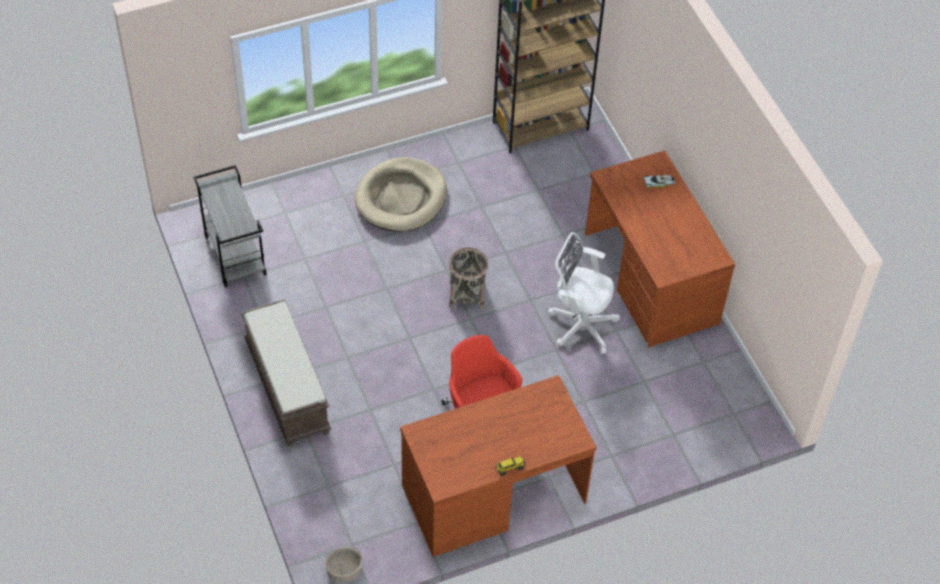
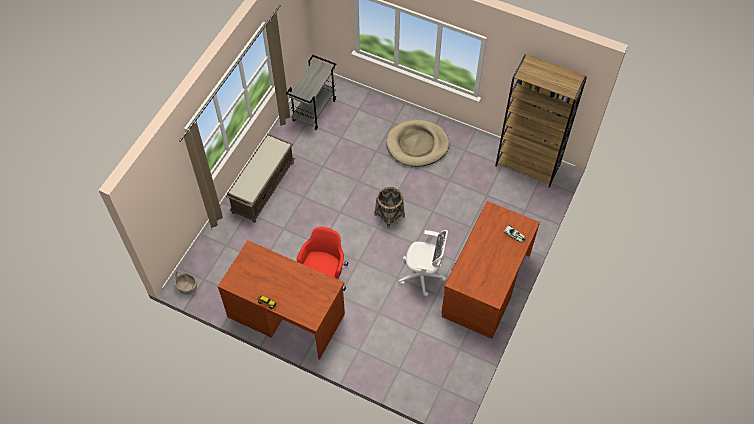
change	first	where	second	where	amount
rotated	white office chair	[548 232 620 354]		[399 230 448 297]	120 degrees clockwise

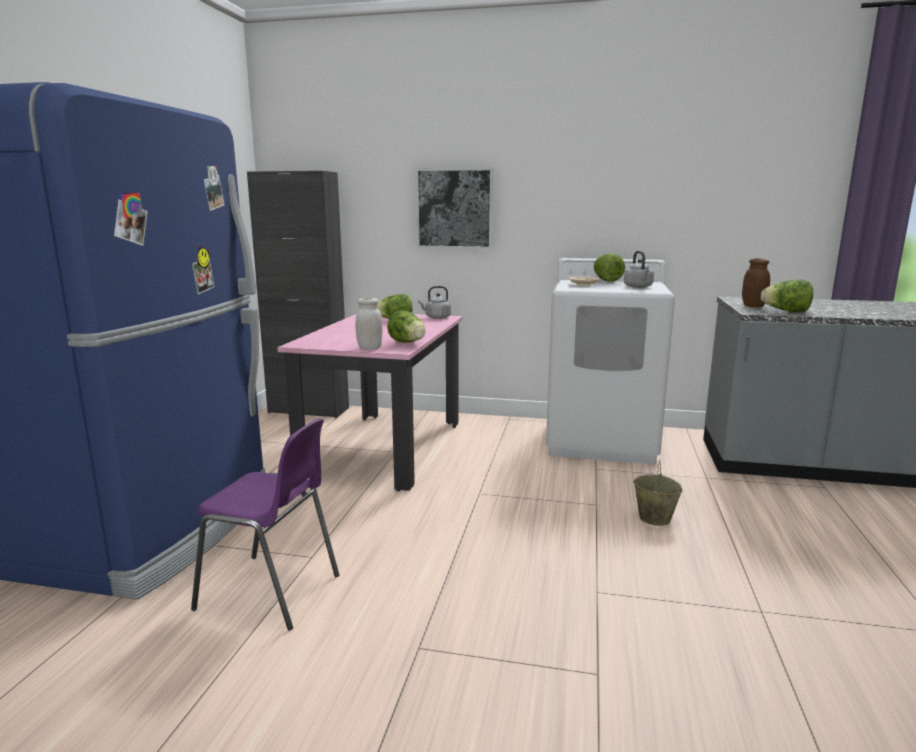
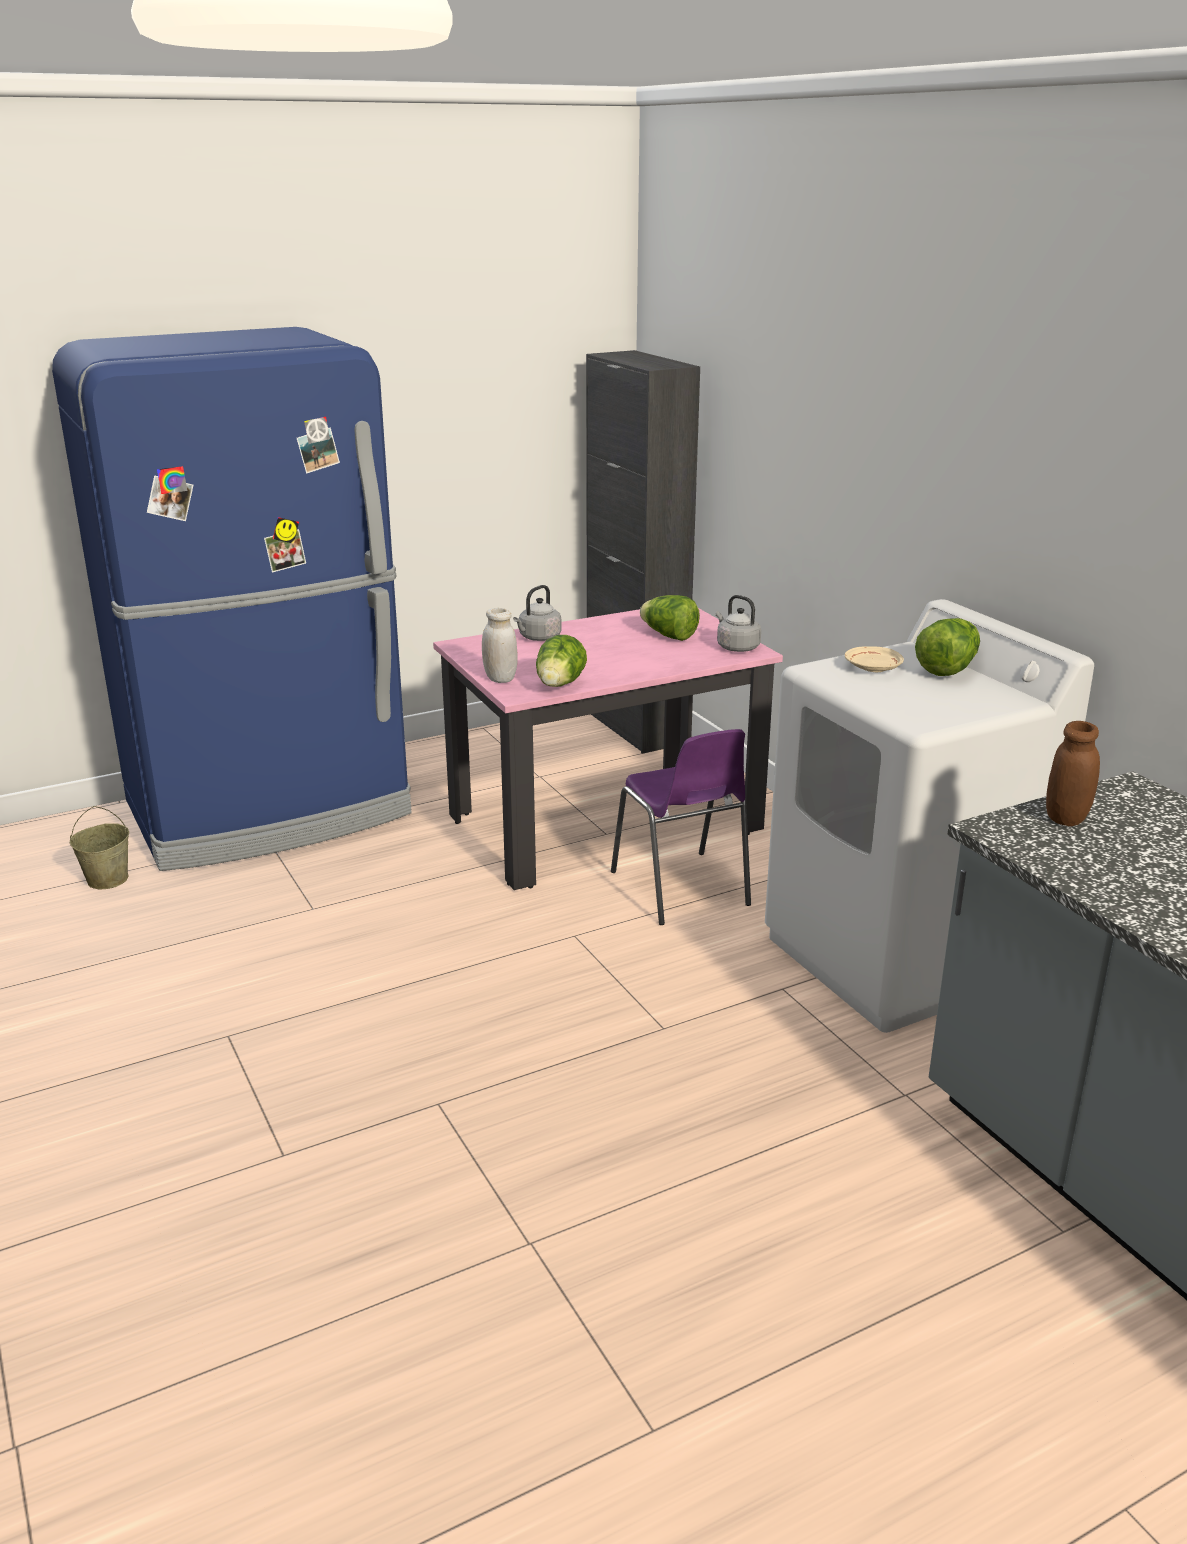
change	first	where	second	where	amount
shifted	sand-coloured pail	[633 460 683 526]		[70 806 129 889]	
shifted	gray water kettle	[624 251 654 288]		[513 585 562 641]	
shifted	purple-coloured plain chair	[191 418 339 631]		[611 729 751 925]	
gone	wall picture	[415 167 494 249]			
gone	lettuce head	[761 279 813 312]			

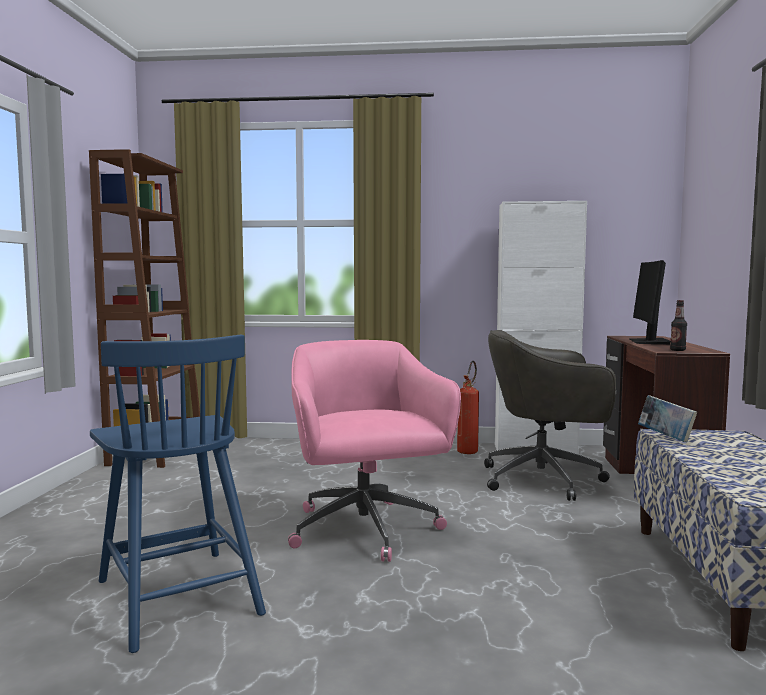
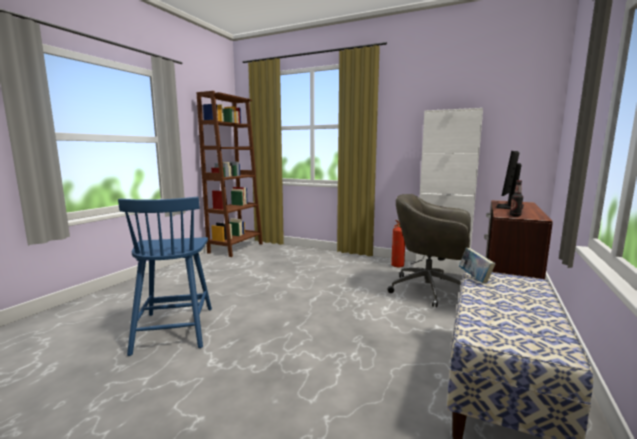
change	first	where	second	where	amount
gone	pink office chair	[288 340 461 562]			

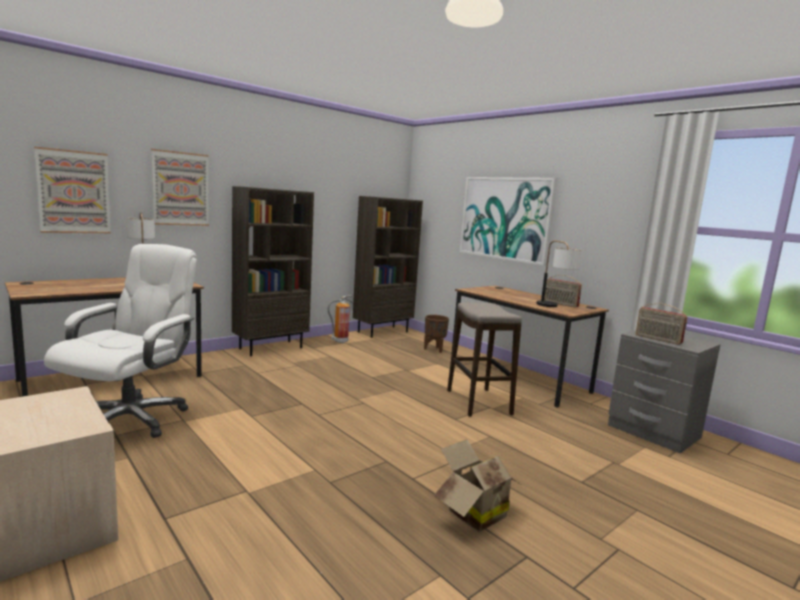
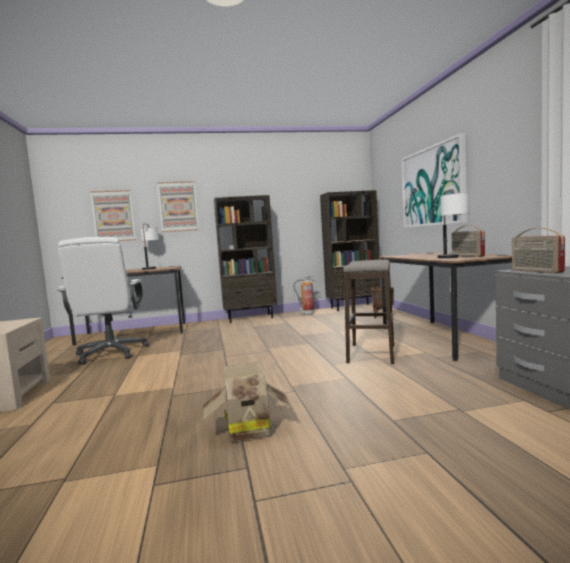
change	first	where	second	where	amount
rotated	white office chair	[44 244 197 438]		[57 237 149 364]	120 degrees clockwise

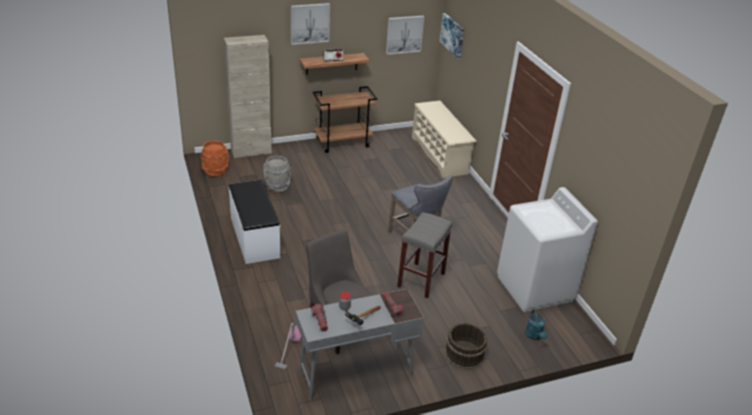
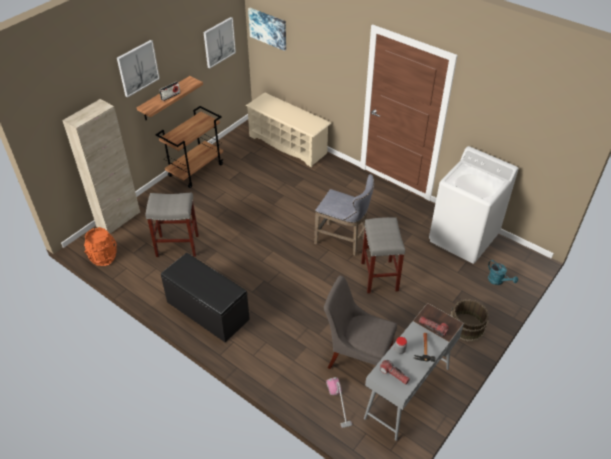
change	first	where	second	where	amount
swapped	gray pail	[263 155 291 192]	gray stool seat	[145 192 199 257]	
repainted	white indoor bench	[229 180 280 264]	black indoor bench	[161 253 250 343]	

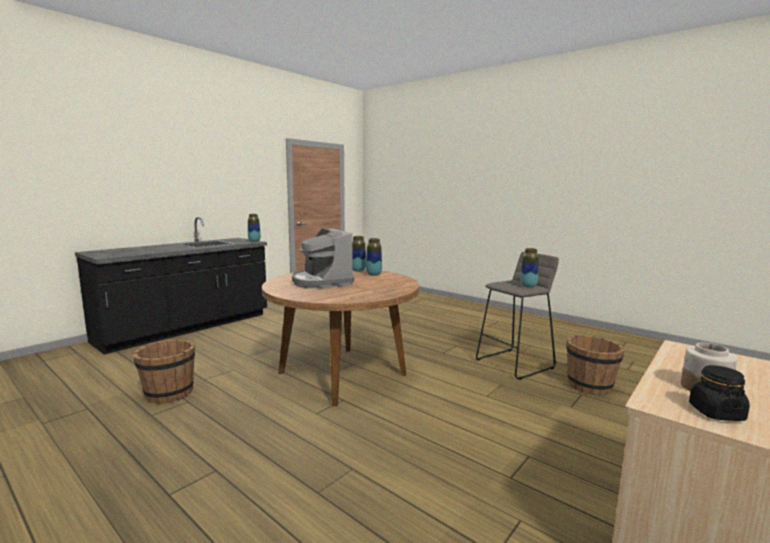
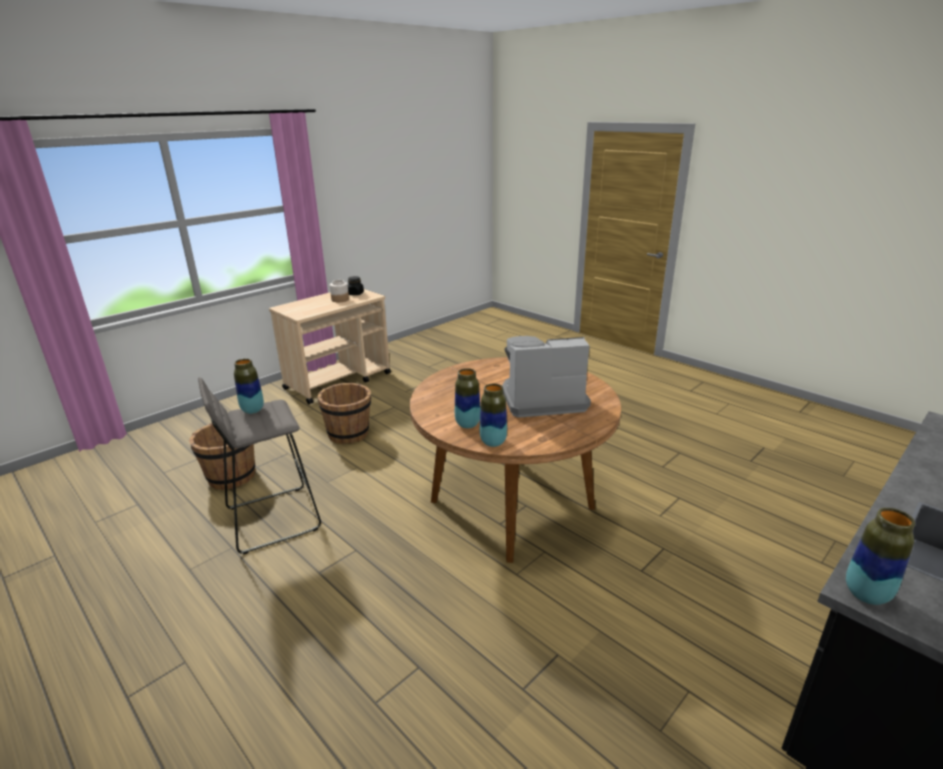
change	first	where	second	where	amount
shifted	brown pail	[133 339 195 404]		[317 383 371 444]	
rotated	coffee maker	[292 228 354 289]		[502 336 591 418]	75 degrees counterclockwise

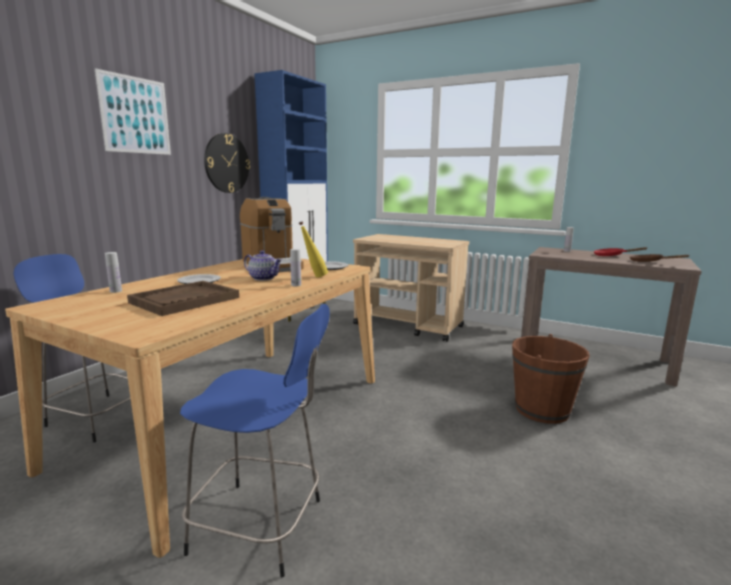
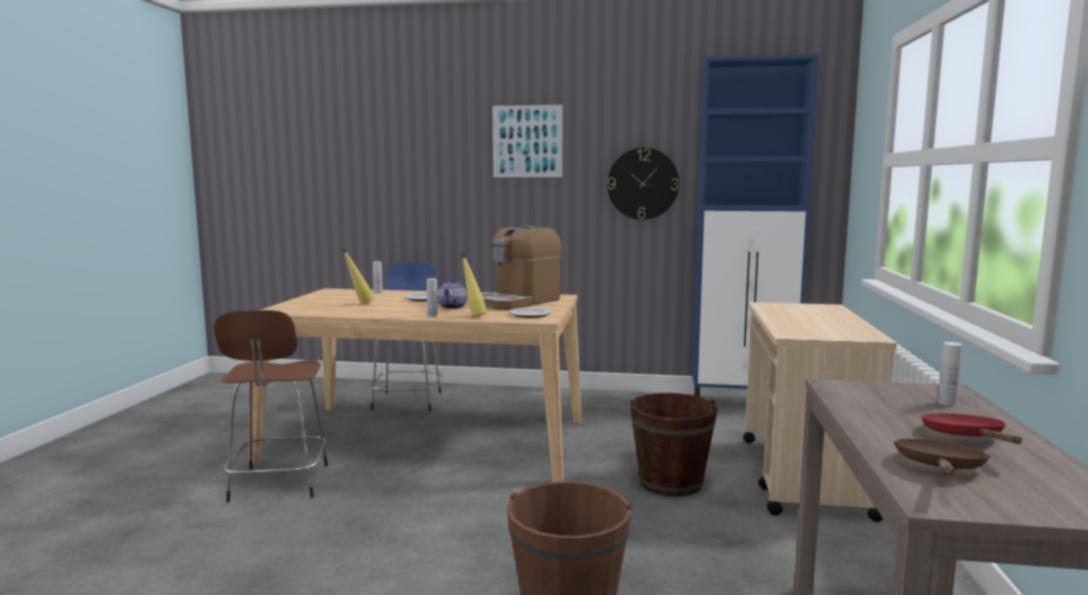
change	first	where	second	where	amount
repainted	blue stool seat	[180 304 330 577]	brown stool seat	[214 310 328 502]	
swapped	brown tray	[127 281 239 316]	yellowish drink bottle	[342 248 375 305]	
new			brown pail	[630 393 717 497]	

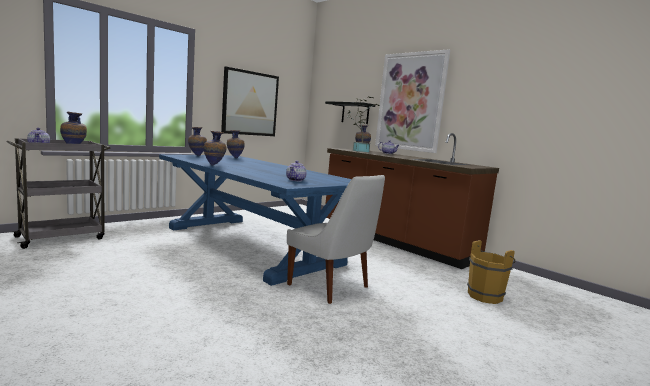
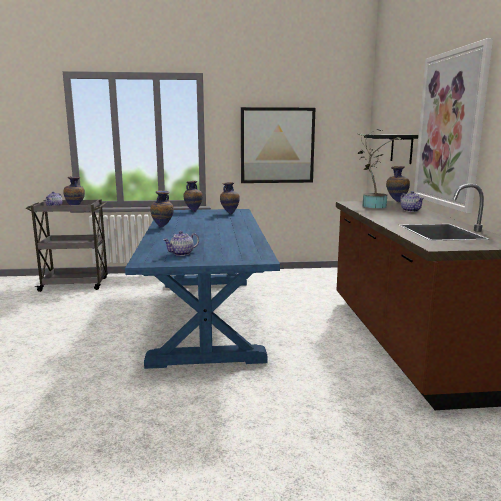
change	first	where	second	where	amount
gone	white plain chair	[287 175 385 304]			
gone	brown pail	[467 240 516 304]			

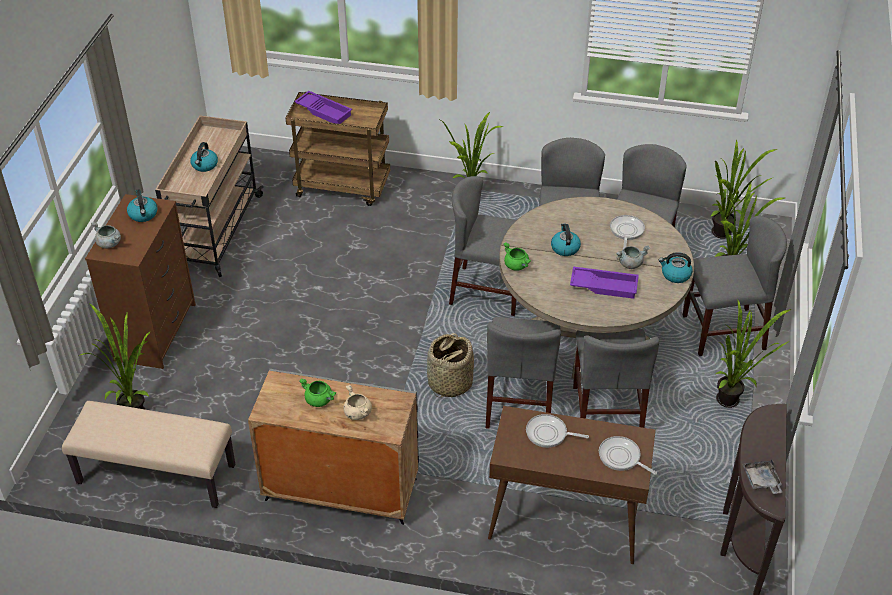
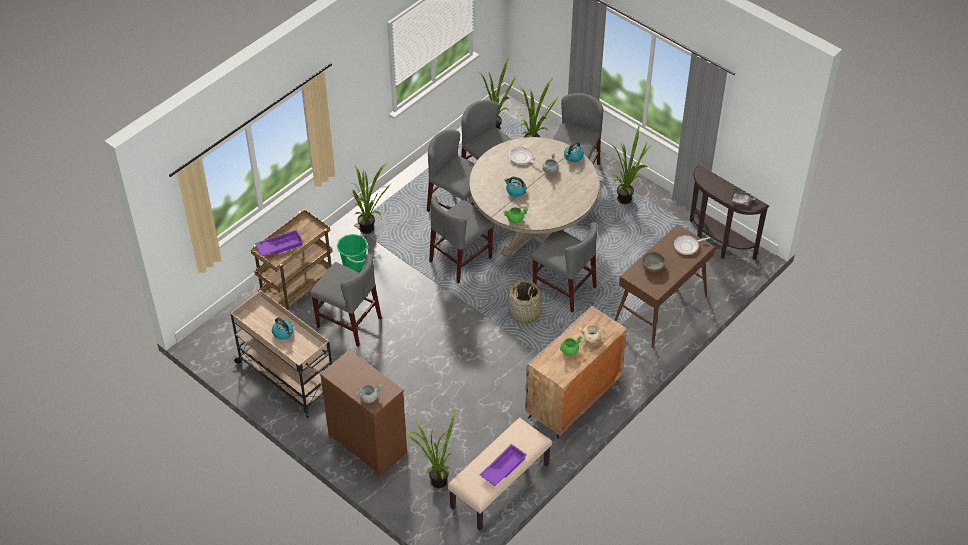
change	first	where	second	where	amount
shifted	gray plain chair	[573 329 659 428]		[310 254 382 347]	
new			green pail	[337 234 368 271]	
shifted	purple-coloured tray	[570 267 639 299]		[480 444 527 486]	
swapped	frying pan	[526 414 589 448]	gray deep dish	[642 252 665 272]	
gone	water kettle	[127 189 157 222]			

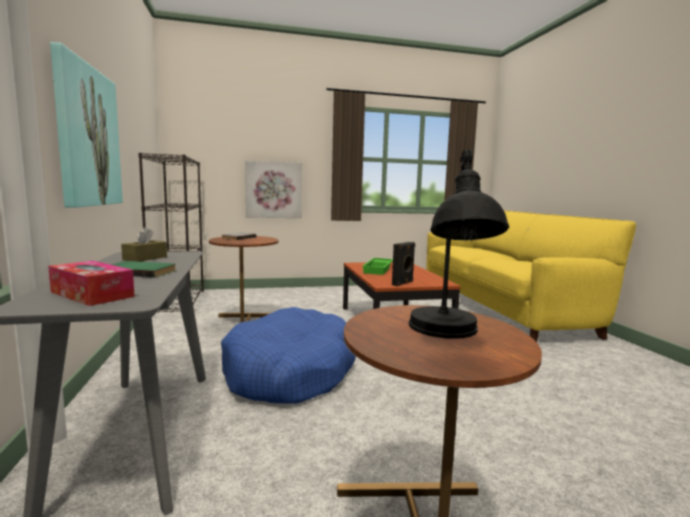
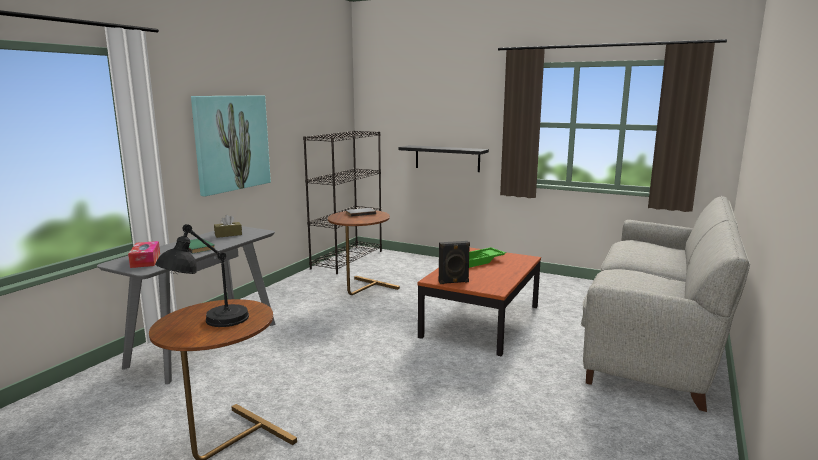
change	first	where	second	where	amount
swapped	wall picture	[245 160 302 218]	black bracket shelf	[399 145 489 172]	
repainted	yellowish settee	[426 211 636 342]	gray settee	[581 196 750 412]	
gone	blue pet bed	[221 307 356 403]			

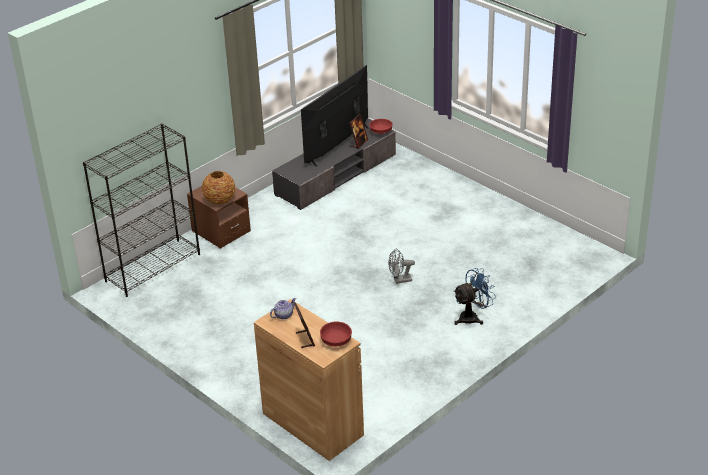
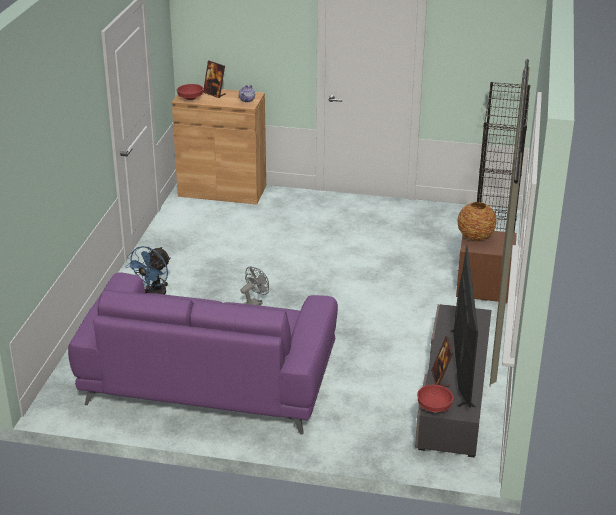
change	first	where	second	where	amount
new			purple-coloured settee	[68 272 338 434]	

